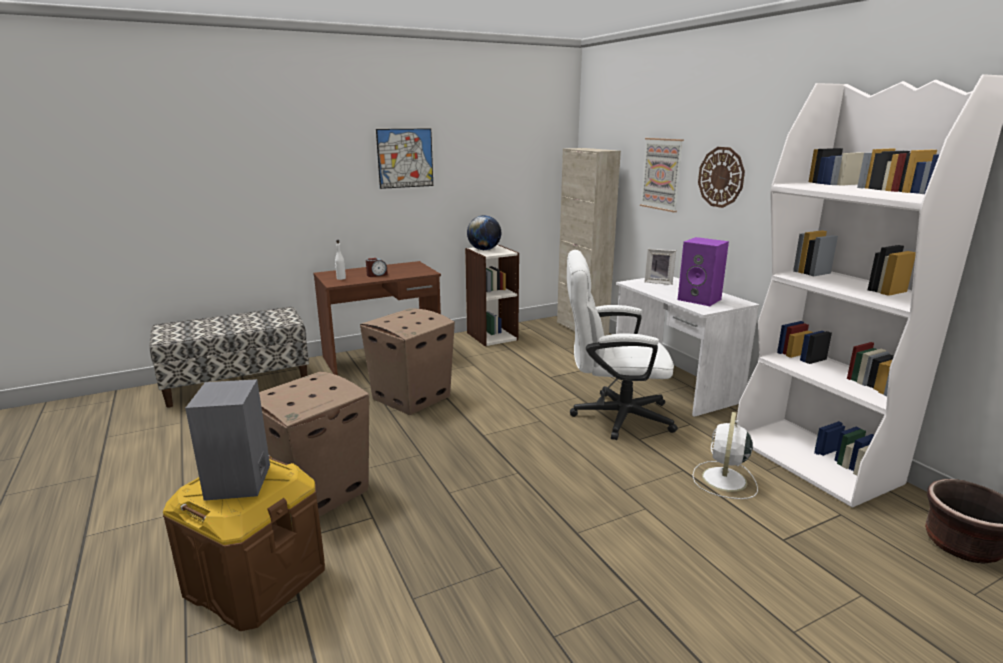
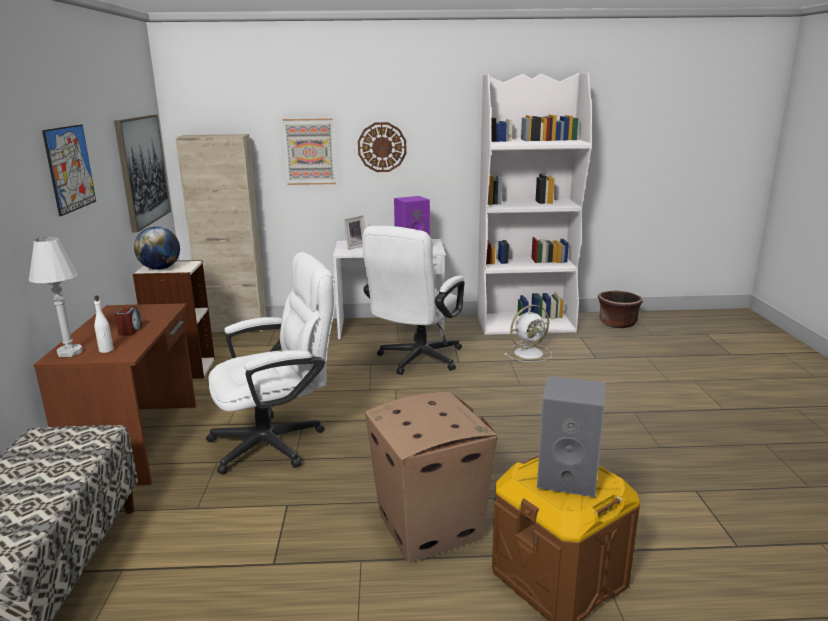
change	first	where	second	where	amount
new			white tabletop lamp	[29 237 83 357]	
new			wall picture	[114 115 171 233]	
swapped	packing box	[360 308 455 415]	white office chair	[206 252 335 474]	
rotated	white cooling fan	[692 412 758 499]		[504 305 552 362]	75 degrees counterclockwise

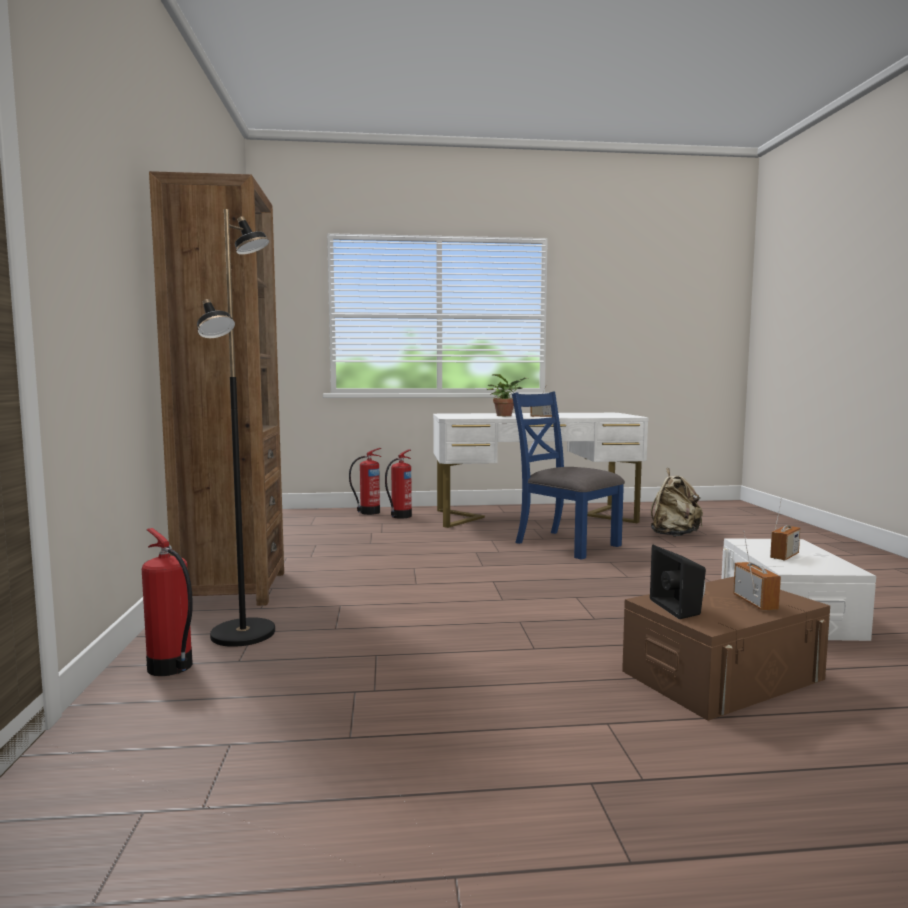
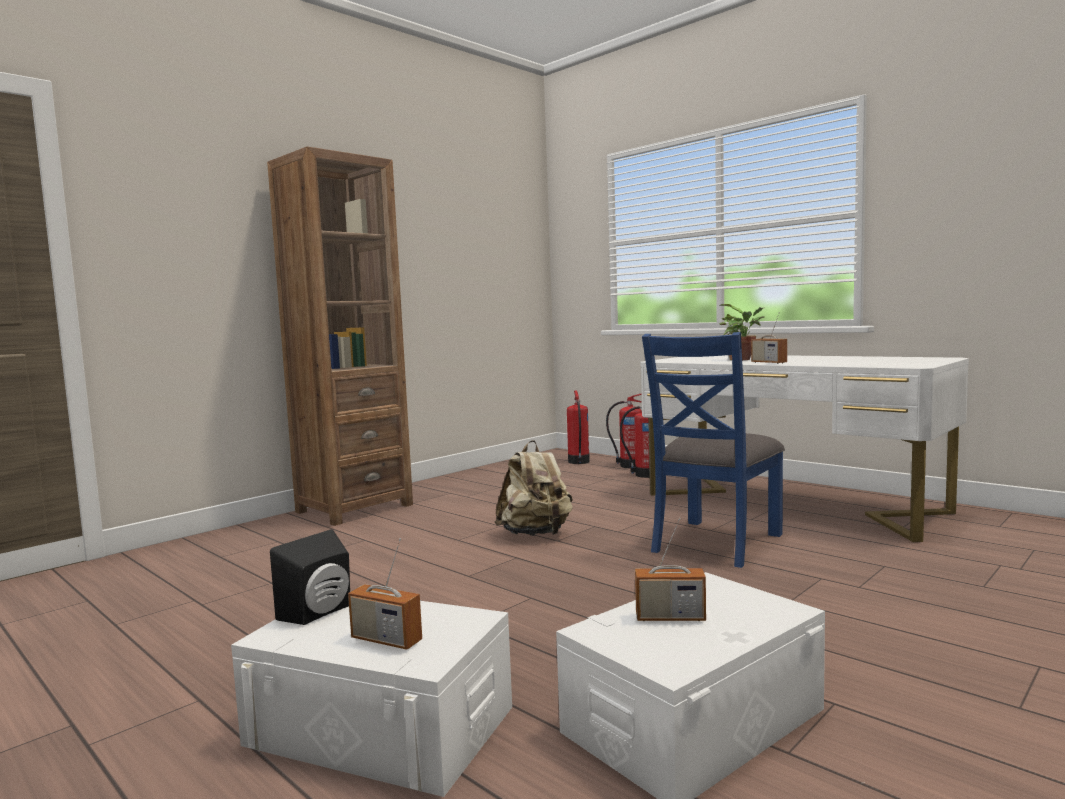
change	first	where	second	where	amount
repainted	brown storage bin	[622 577 830 721]	white storage bin	[231 591 512 797]	
rotated	radio	[733 530 781 610]		[348 538 422 650]	75 degrees clockwise
shifted	sand-coloured rucksack	[651 468 703 537]		[495 440 573 536]	
shifted	extinguisher	[142 528 193 676]		[567 390 590 464]	
rotated	blue plain chair	[512 392 625 560]		[642 332 785 568]	150 degrees counterclockwise
gone	black standing lamp	[197 209 275 647]			

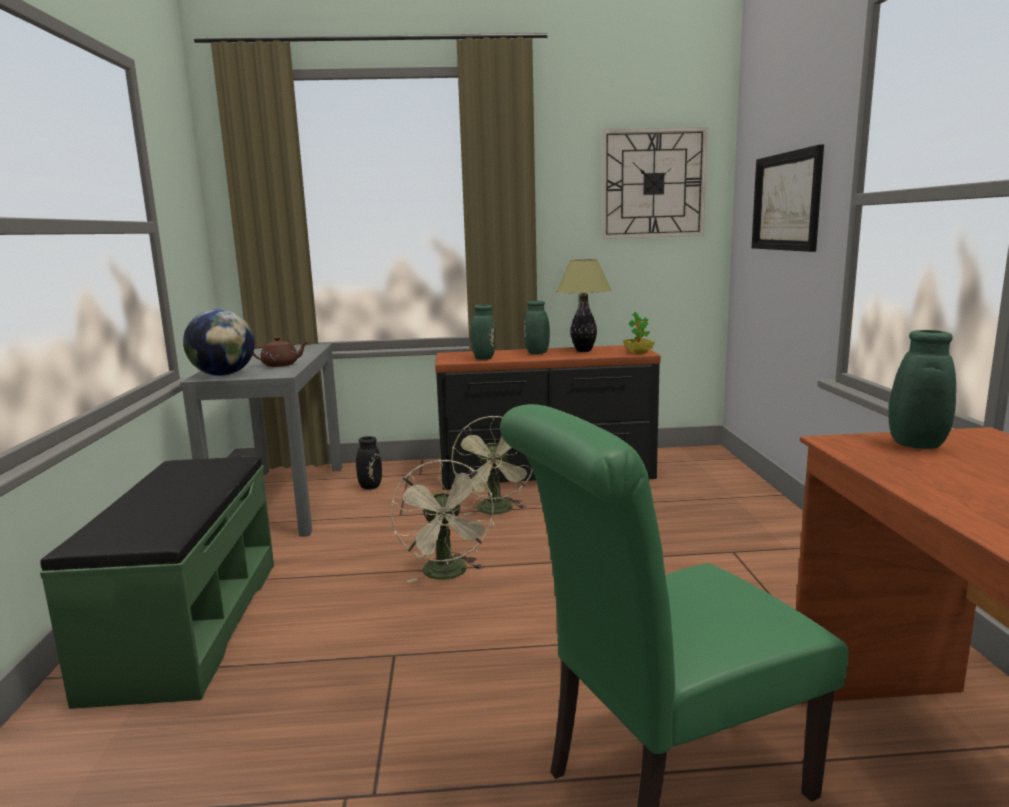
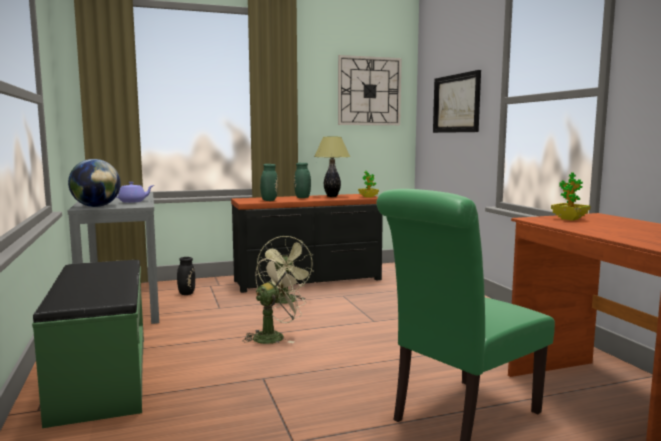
change	first	where	second	where	amount
repainted	brown teapot	[253 337 308 367]	purple-coloured teapot	[116 182 154 203]	
rotated	sand-coloured cooling fan	[391 459 494 583]		[242 255 306 344]	105 degrees counterclockwise
swapped	green vase	[889 330 956 449]	houseplant	[551 173 590 221]	

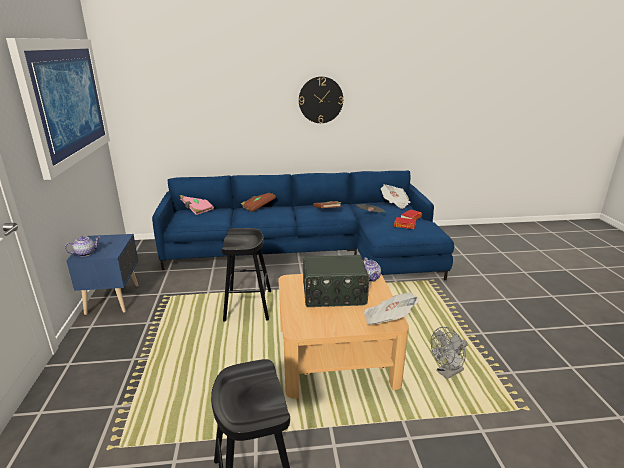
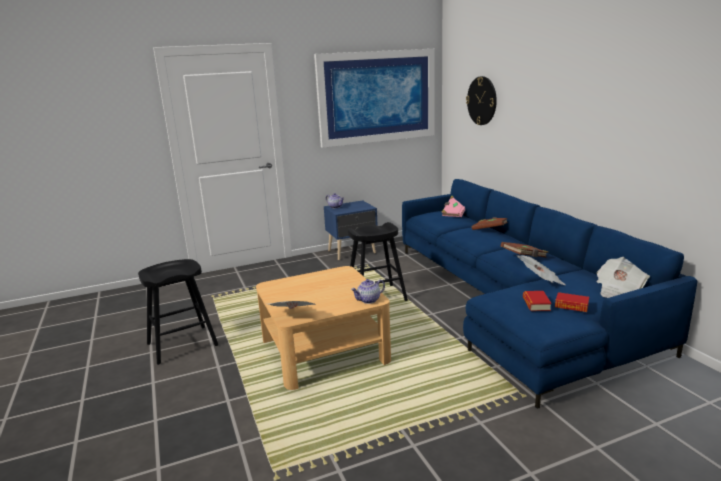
change	first	where	second	where	amount
shifted	clock on the wall	[299 76 343 123]		[466 76 497 125]	
gone	radio	[303 255 369 307]			
gone	gray cooling fan	[431 327 468 379]			

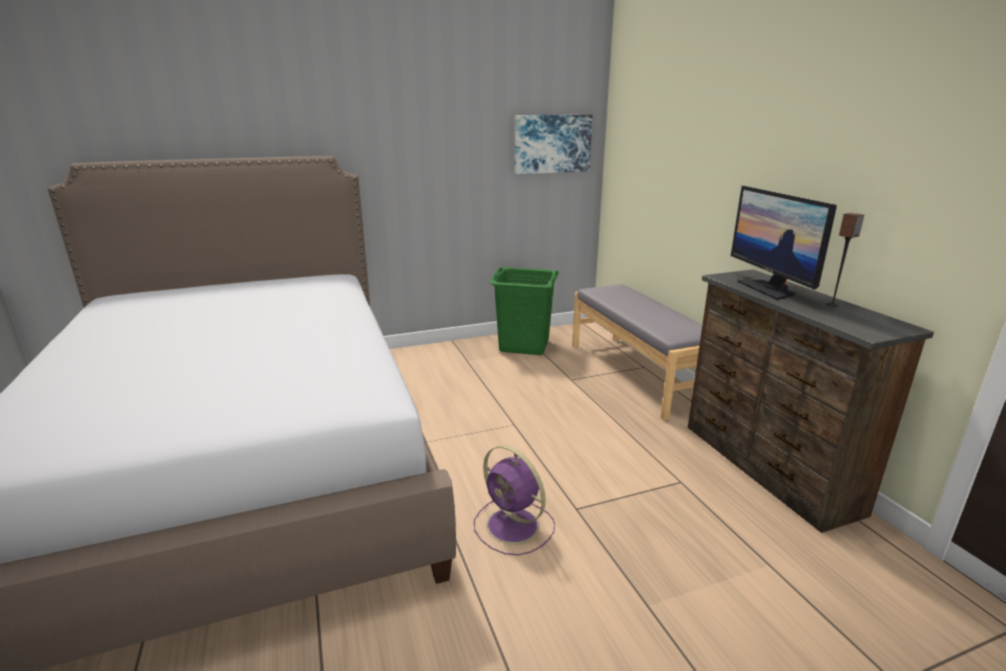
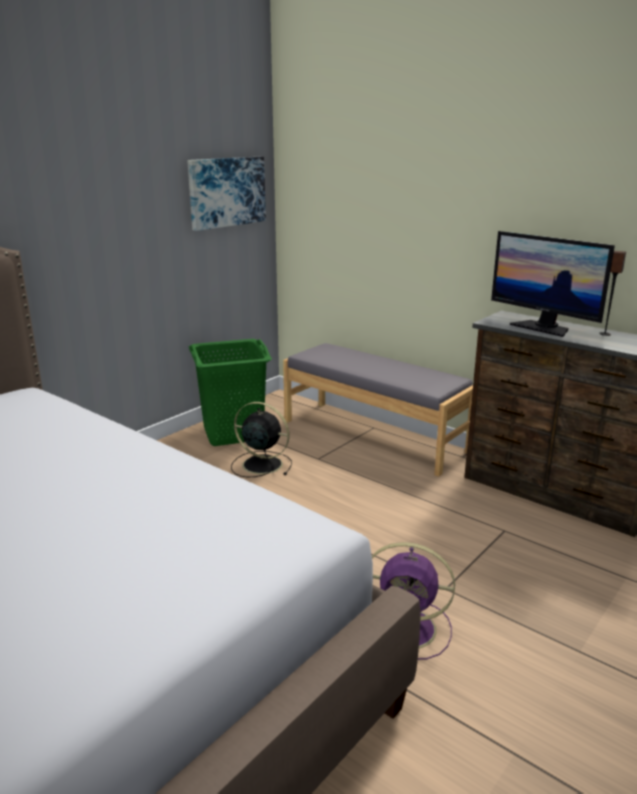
change	first	where	second	where	amount
new			black cooling fan	[231 402 292 477]	

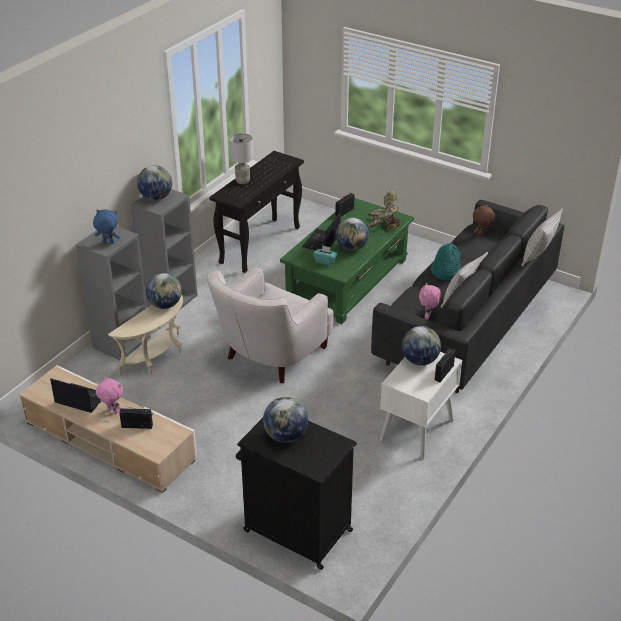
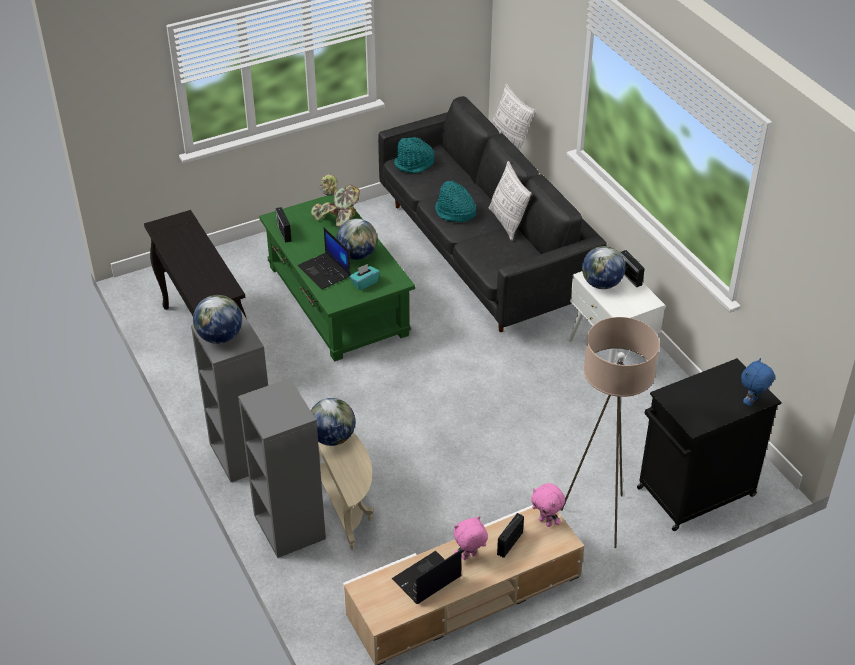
change	first	where	second	where	amount
swapped	brown soft toy	[473 204 495 237]	turquoise wearable hat	[394 137 434 173]	
shifted	pink soft toy	[419 283 441 320]		[531 483 565 527]	
new			sand-coloured standing lamp	[561 317 660 548]	
shifted	blue soft toy	[93 209 120 244]		[741 358 775 406]	
gone	white easy chair	[207 268 334 383]			
gone	gray tabletop lamp	[230 133 253 184]			
gone	world globe	[263 397 308 443]			

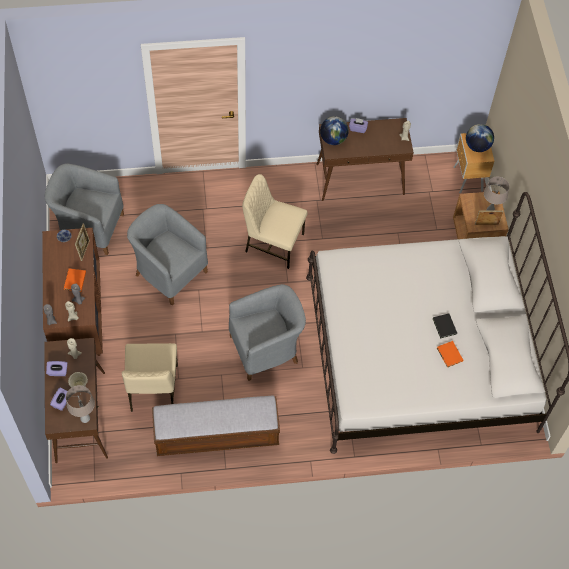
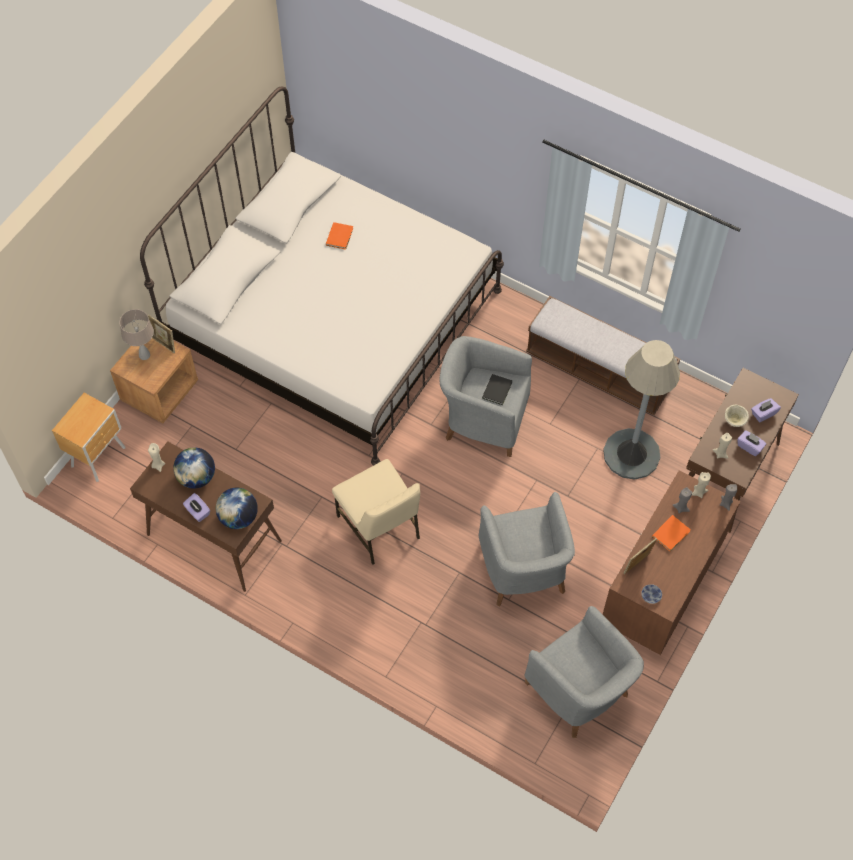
change	first	where	second	where	amount
shifted	world globe	[466 124 494 152]		[173 447 215 489]	
shifted	black book	[433 313 457 338]		[482 374 512 405]	
swapped	sand-coloured plain chair	[122 343 178 412]	gray standing lamp	[603 340 680 480]	
gone	sand-coloured tabletop lamp	[66 385 95 423]			

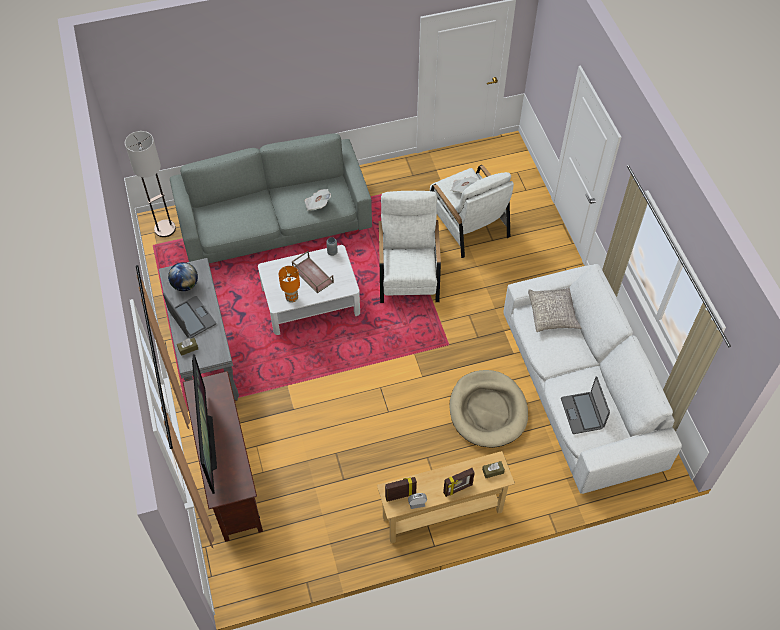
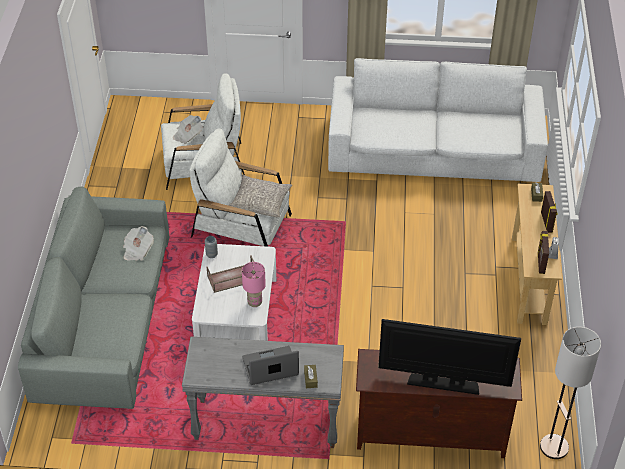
change	first	where	second	where	amount
shifted	gray cushion	[528 288 581 332]		[228 175 292 217]	
repainted	orangey tabletop lamp	[278 266 300 303]	pink tabletop lamp	[242 262 266 307]	
shifted	standing lamp	[125 131 176 237]		[540 327 601 459]	
gone	world globe	[168 262 198 291]			
gone	sand-coloured pet bed	[449 370 528 448]			
gone	laptop	[561 376 610 434]			

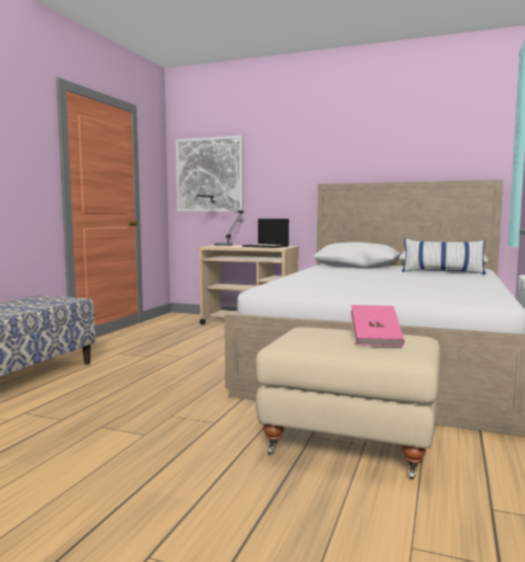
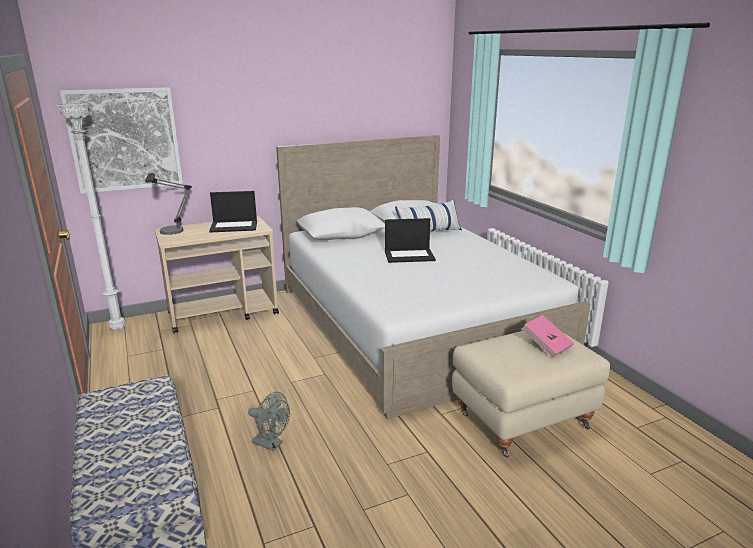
change	first	where	second	where	amount
new			white standing lamp	[56 102 125 330]	
new			gray cooling fan	[248 392 290 451]	
new			laptop	[385 218 436 263]	

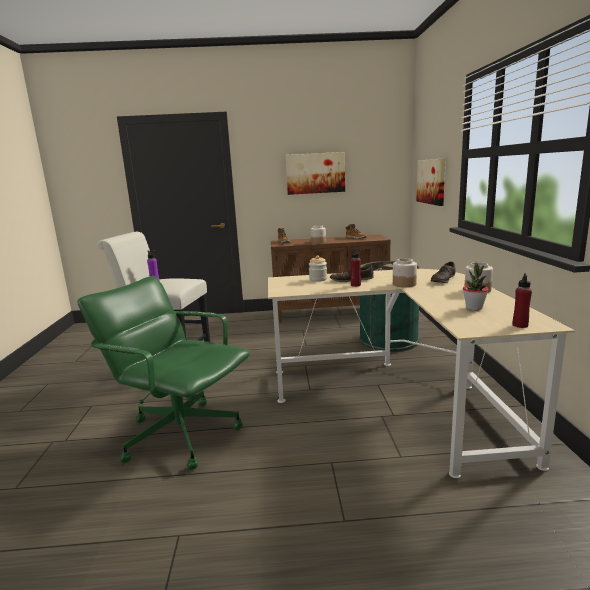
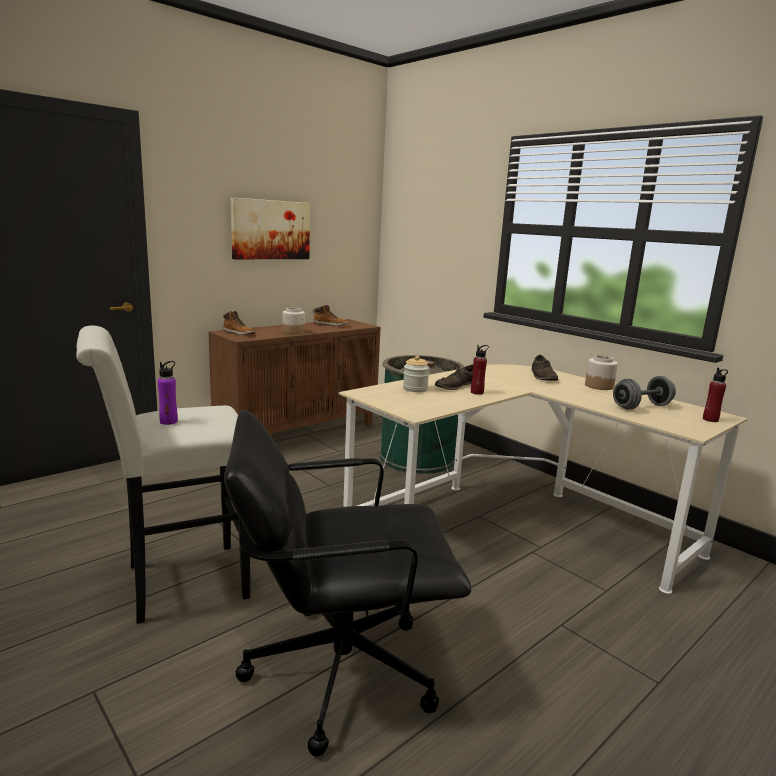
change	first	where	second	where	amount
repainted	green office chair	[77 276 250 470]	black office chair	[224 409 471 757]	
swapped	houseplant	[463 263 489 310]	gray free weight	[613 376 676 410]	
gone	preserve jar	[393 258 417 287]			
gone	wall picture	[417 158 446 206]			

